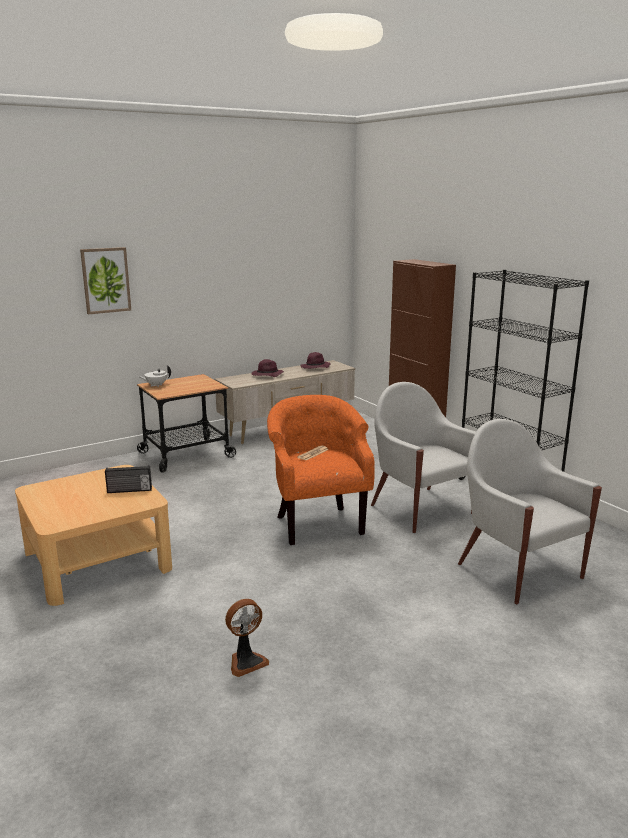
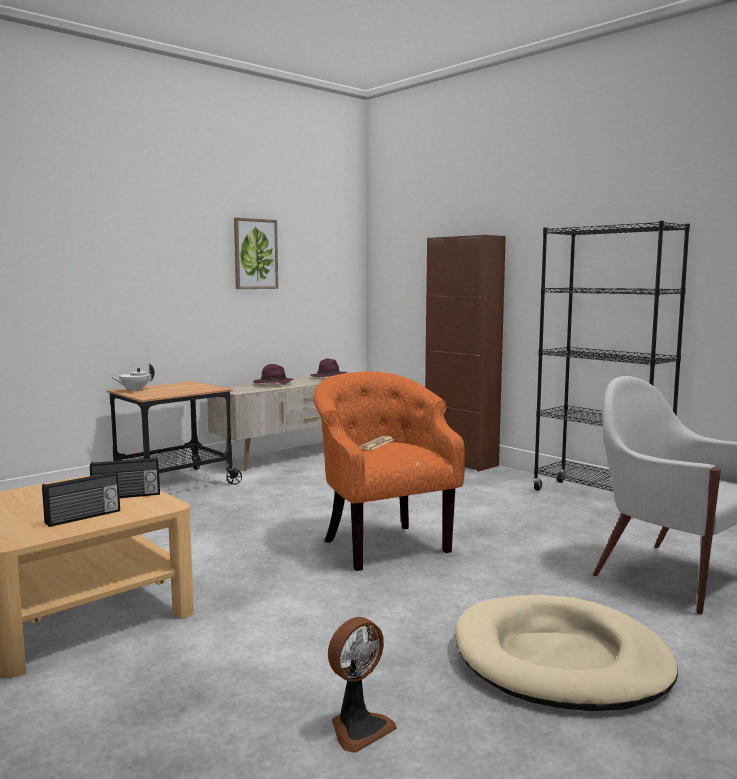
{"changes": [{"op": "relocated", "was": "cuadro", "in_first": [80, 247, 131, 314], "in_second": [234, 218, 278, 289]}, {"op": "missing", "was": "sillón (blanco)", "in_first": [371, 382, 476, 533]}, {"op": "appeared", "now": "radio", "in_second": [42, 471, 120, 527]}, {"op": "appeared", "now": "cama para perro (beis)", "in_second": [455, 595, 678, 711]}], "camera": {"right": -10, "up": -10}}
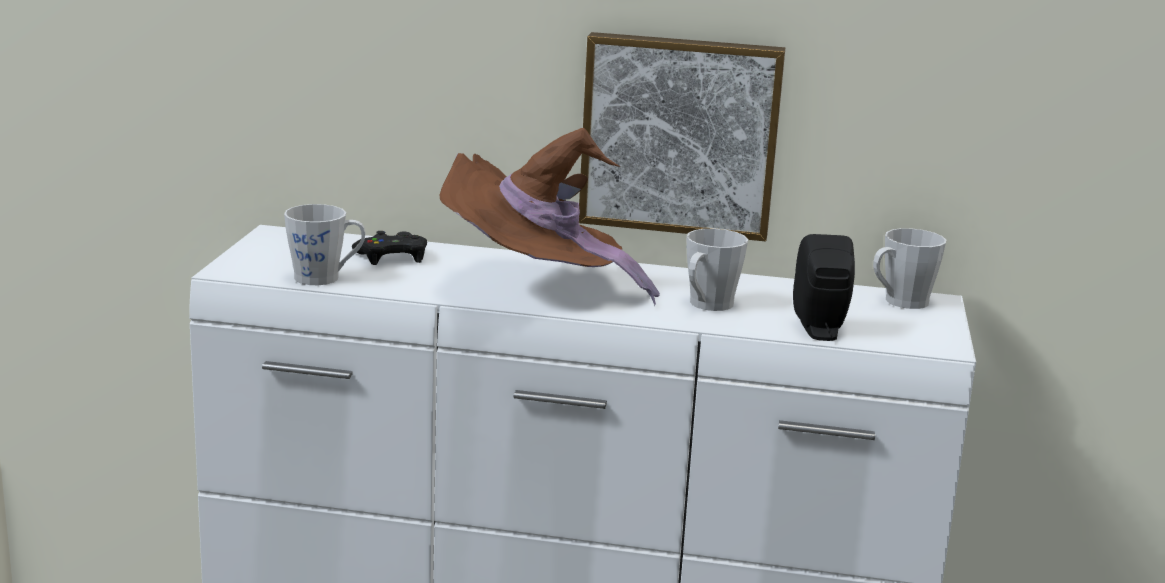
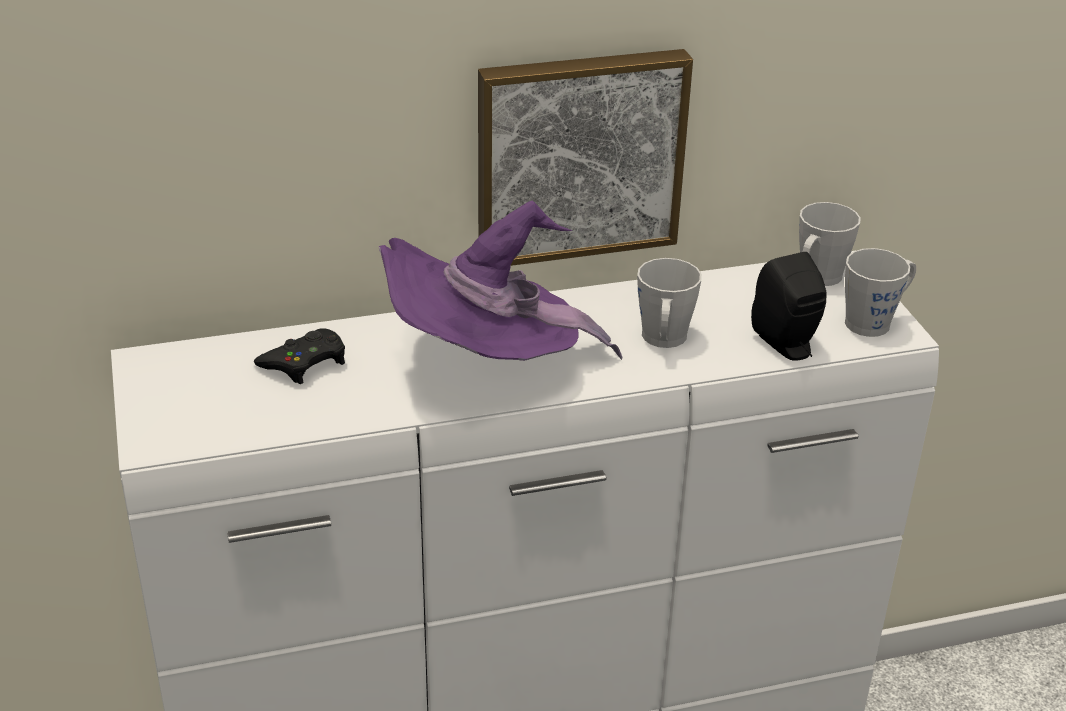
{"changes": [{"op": "relocated", "was": "taza grande (gris)", "in_first": [284, 204, 365, 285], "in_second": [845, 248, 916, 337]}, {"op": "colour", "was": "sombrero (marrón)", "now": "sombrero (morado)", "in_first": [439, 128, 660, 306], "in_second": [379, 201, 622, 361]}], "camera": {"right": -25, "up": 15}}
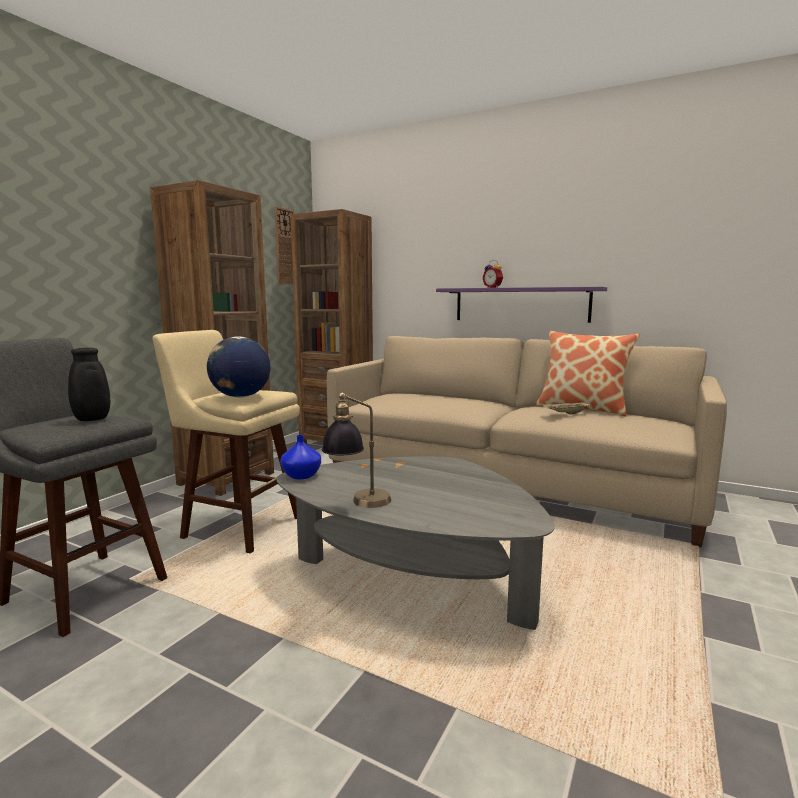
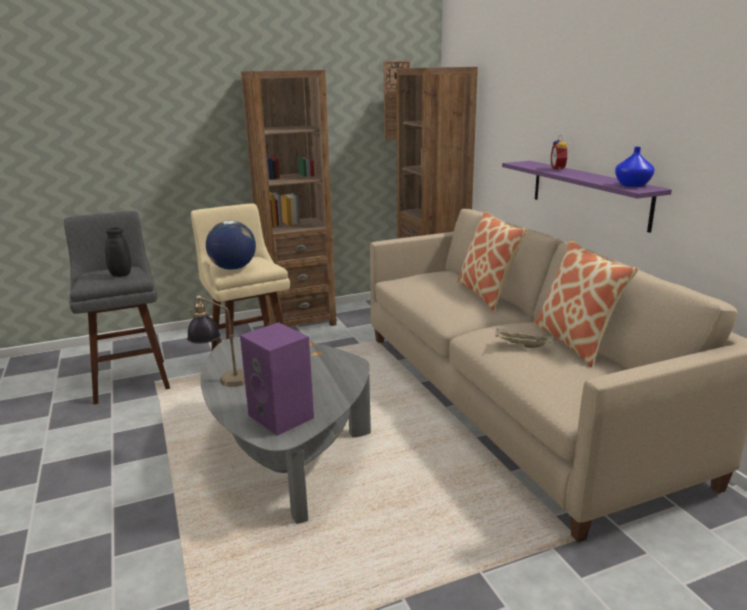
{"changes": [{"op": "relocated", "was": "florero (azul)", "in_first": [280, 435, 321, 479], "in_second": [615, 147, 655, 187]}, {"op": "appeared", "now": "altavoz (morado)", "in_second": [240, 322, 314, 436]}, {"op": "appeared", "now": "cojín", "in_second": [457, 210, 527, 311]}], "camera": {"right": 40, "up": 10}}
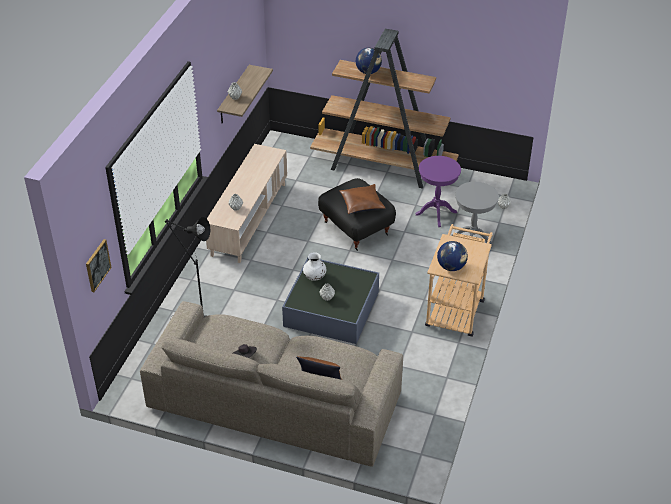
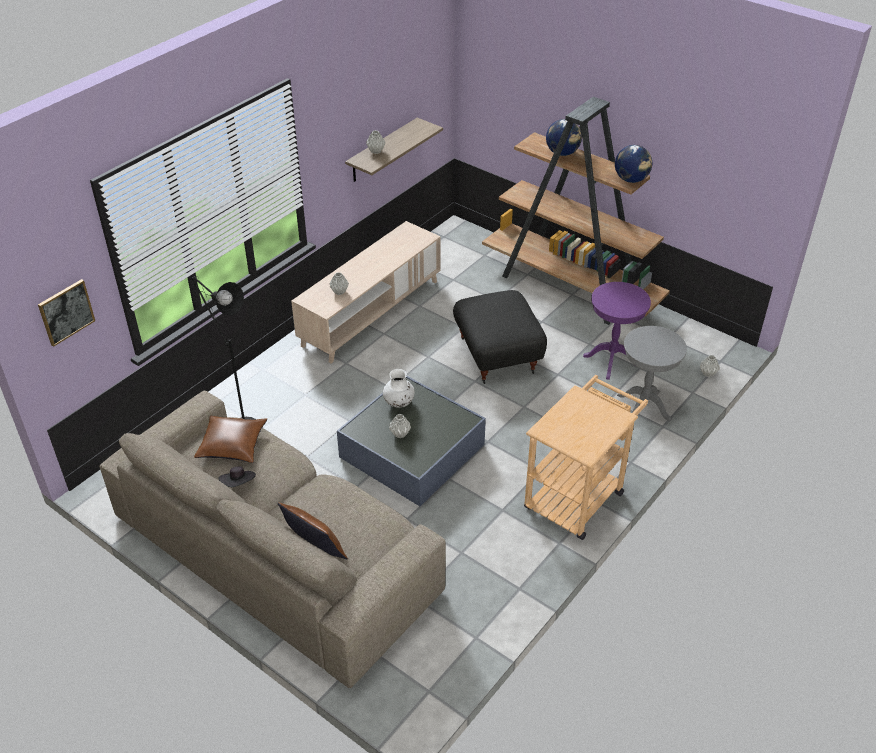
{"changes": [{"op": "relocated", "was": "cojín (marrón)", "in_first": [339, 184, 385, 214], "in_second": [194, 416, 267, 463]}, {"op": "relocated", "was": "globo terráqueo", "in_first": [437, 241, 468, 271], "in_second": [615, 145, 652, 183]}], "camera": {"right": 20, "up": 0}}
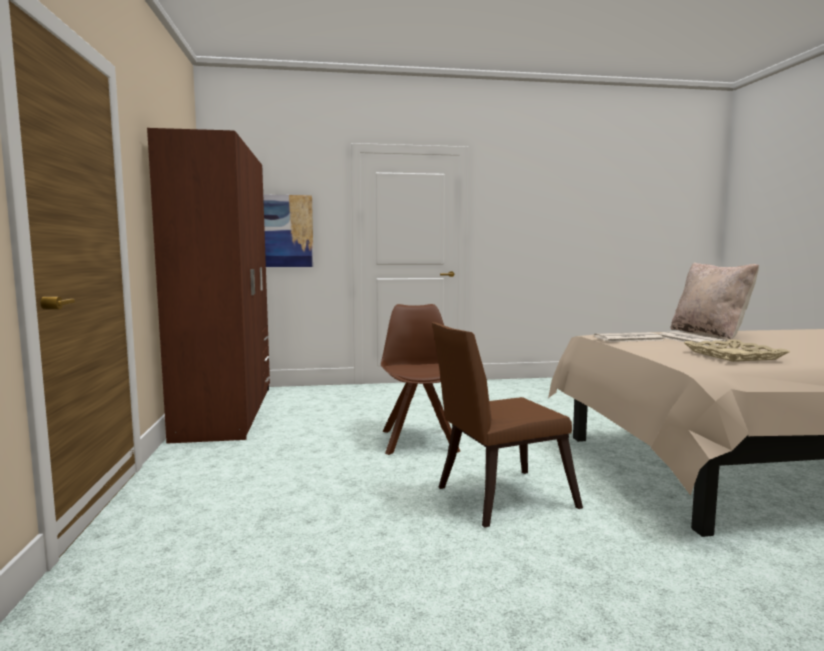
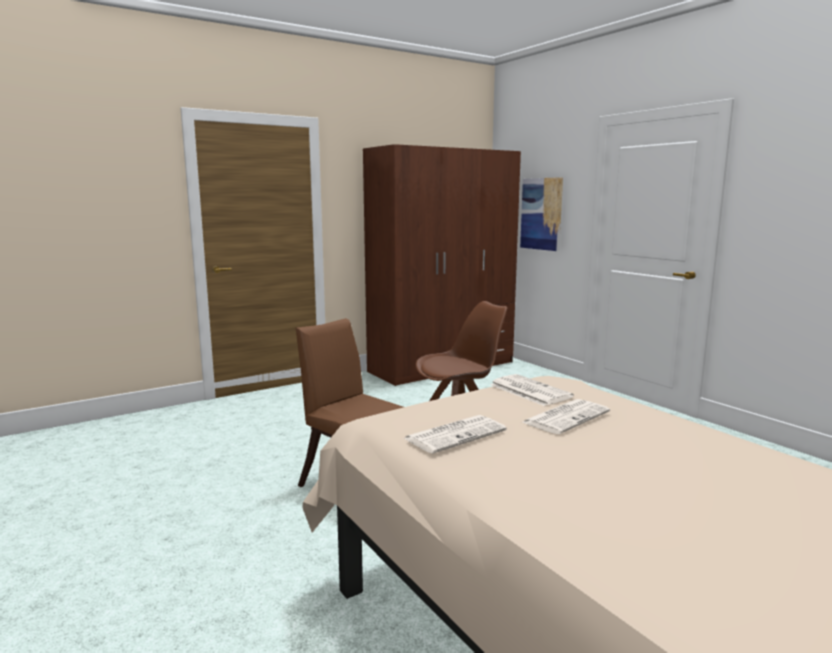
{"changes": [{"op": "missing", "was": "cojín (beis)", "in_first": [671, 263, 759, 340]}, {"op": "exchanged", "was": "bandeja (beis)", "now": "periódico", "in_first": [683, 339, 790, 362], "in_second": [404, 415, 507, 454]}], "camera": {"right": 65, "up": 5}}
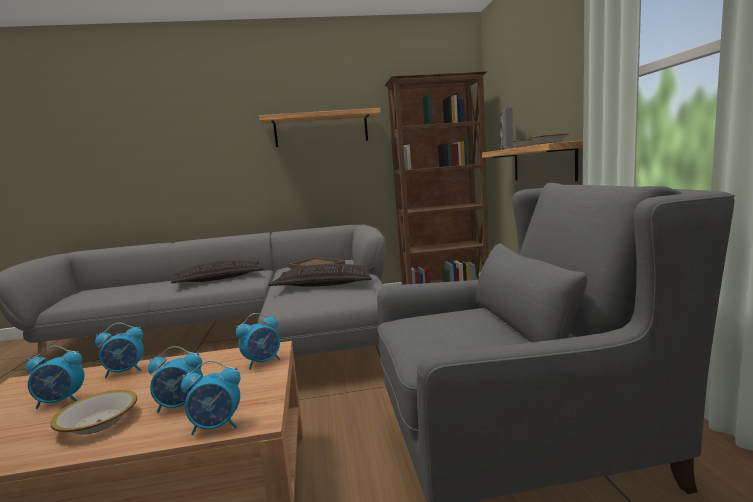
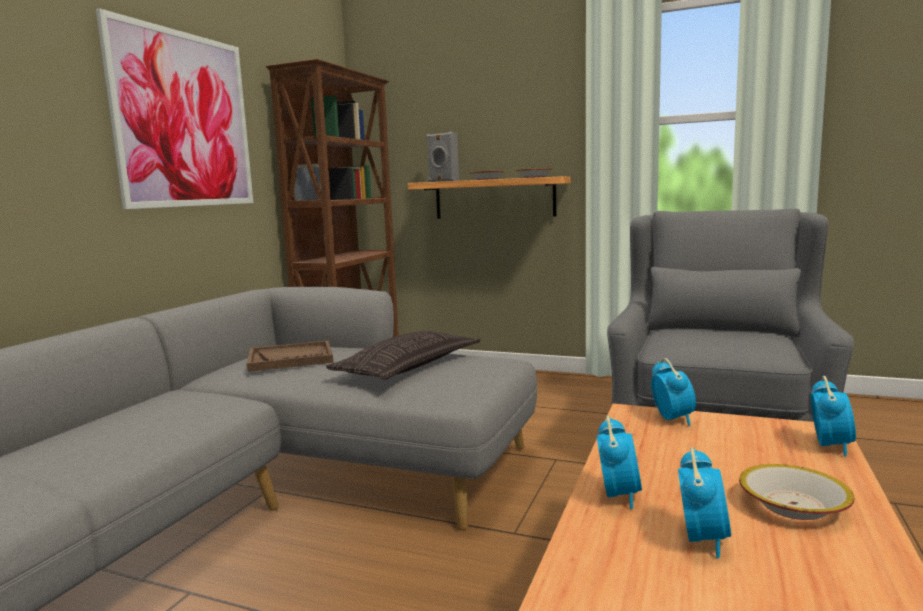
{"changes": [{"op": "missing", "was": "despertador", "in_first": [148, 346, 203, 413]}, {"op": "missing", "was": "cojín", "in_first": [171, 260, 263, 283]}, {"op": "exchanged", "was": "estante", "now": "cuadro", "in_first": [259, 108, 381, 147], "in_second": [96, 8, 253, 209]}], "camera": {"right": -60, "up": 0}}
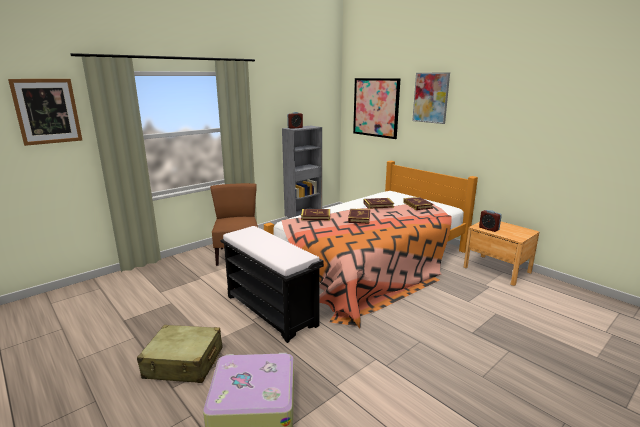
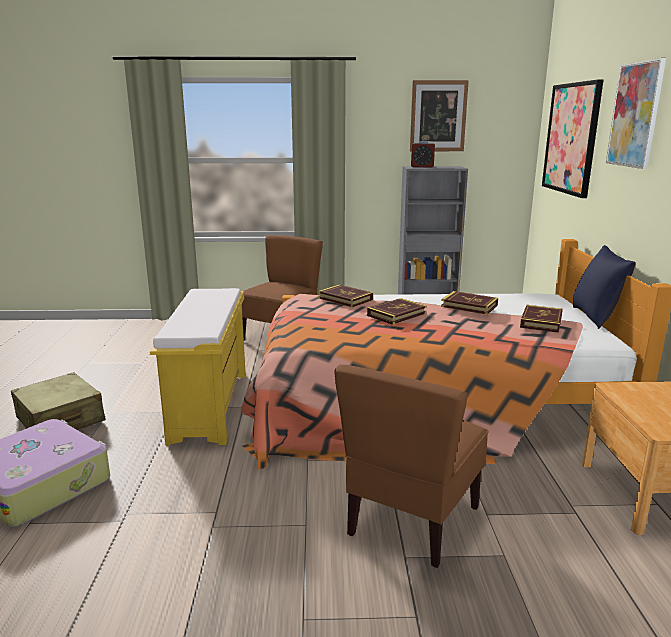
{"changes": [{"op": "relocated", "was": "cuadro", "in_first": [8, 79, 82, 146], "in_second": [410, 80, 469, 151]}, {"op": "colour", "was": "banco (negro)", "now": "banco (amarillo)", "in_first": [220, 226, 324, 343], "in_second": [150, 288, 246, 446]}, {"op": "missing", "was": "despertador", "in_first": [479, 210, 502, 232]}, {"op": "appeared", "now": "silla (marrón)", "in_second": [334, 364, 489, 568]}, {"op": "appeared", "now": "cojín (azul)", "in_second": [573, 245, 636, 329]}], "camera": {"right": 40, "up": 0}}
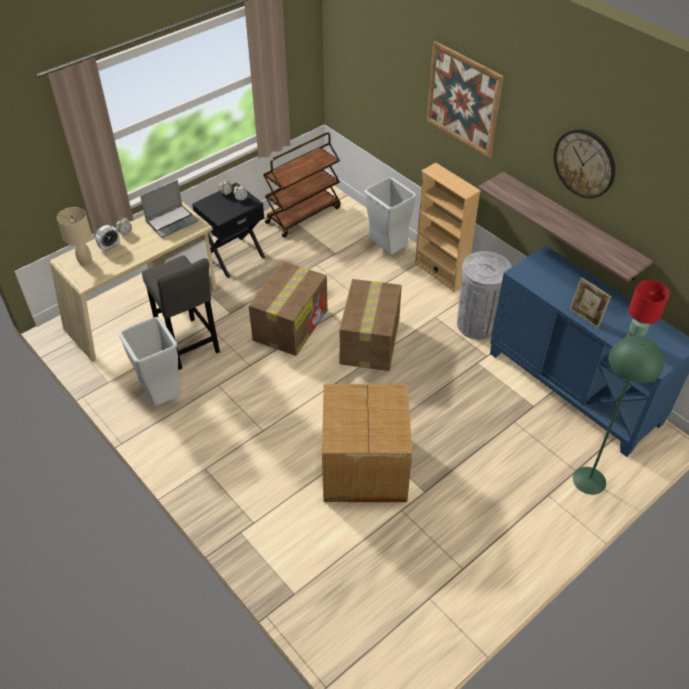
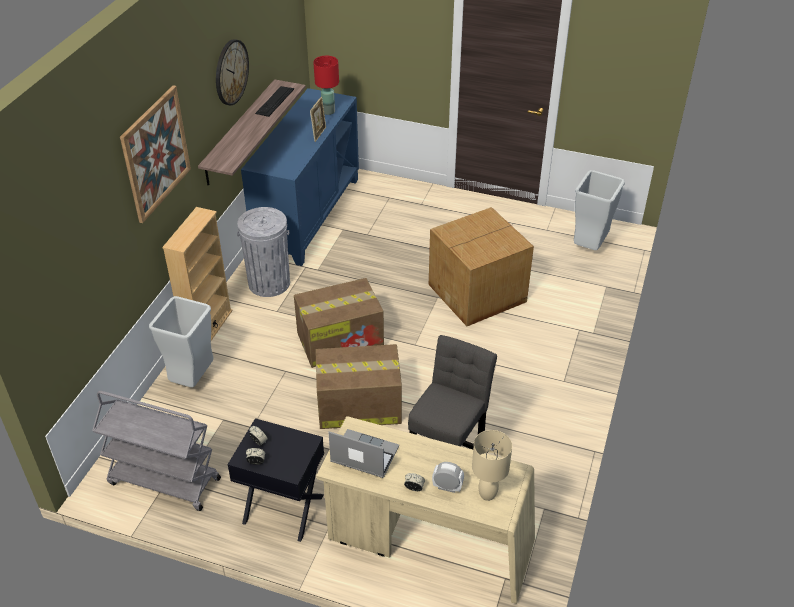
{"changes": [{"op": "relocated", "was": "papelera (gris)", "in_first": [119, 317, 181, 406], "in_second": [574, 170, 625, 250]}, {"op": "colour", "was": "carrito (marrón)", "now": "carrito (gris)", "in_first": [263, 132, 341, 237], "in_second": [92, 391, 221, 511]}, {"op": "missing", "was": "lámpara de pie (verde)", "in_first": [573, 336, 664, 495]}, {"op": "appeared", "now": "teclado", "in_second": [255, 86, 294, 117]}], "camera": {"right": -120, "up": -5}}
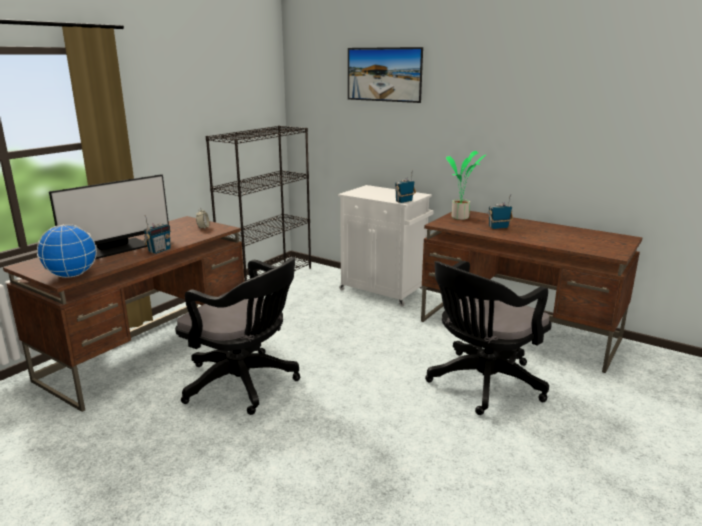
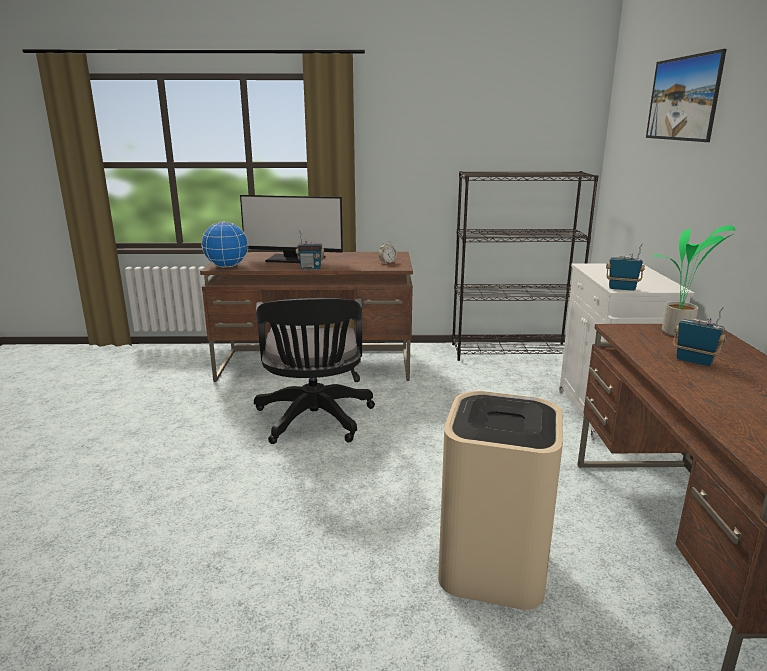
{"changes": [{"op": "exchanged", "was": "silla de oficina (negro)", "now": "papelera (beis)", "in_first": [425, 261, 552, 415], "in_second": [438, 391, 563, 610]}], "camera": {"right": 55, "up": 0}}
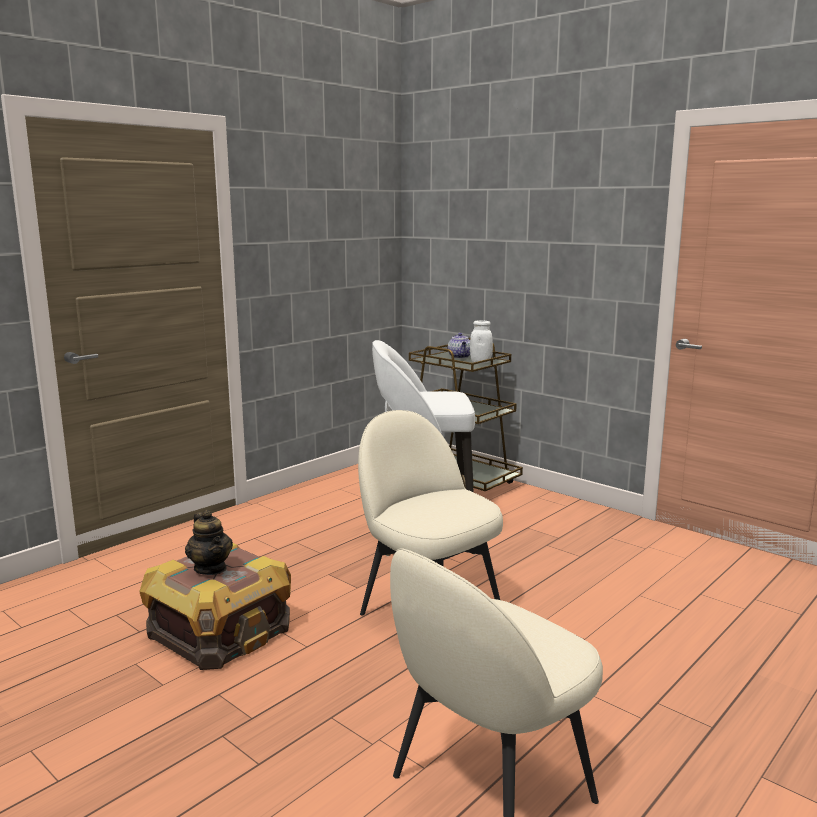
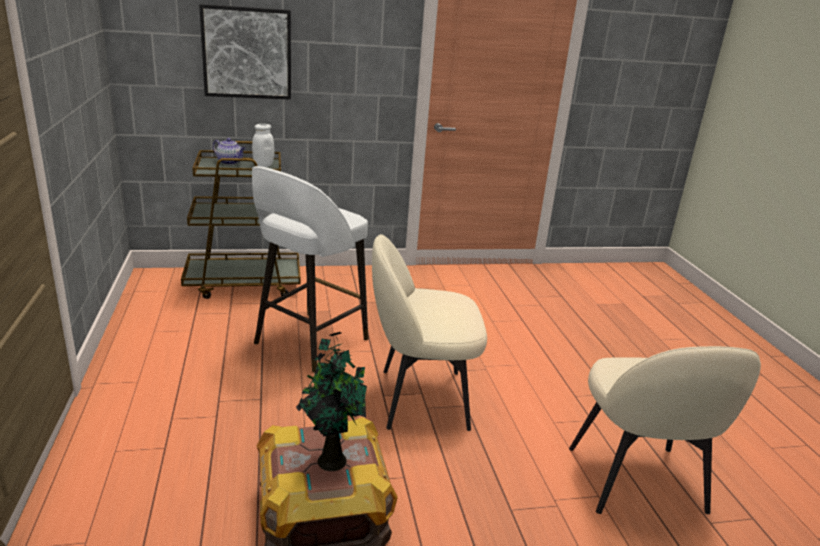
{"changes": [{"op": "exchanged", "was": "tetera", "now": "planta en maceta", "in_first": [185, 510, 233, 575], "in_second": [296, 332, 367, 471]}, {"op": "appeared", "now": "cuadro", "in_second": [199, 4, 291, 100]}], "camera": {"right": -55, "up": 10}}
